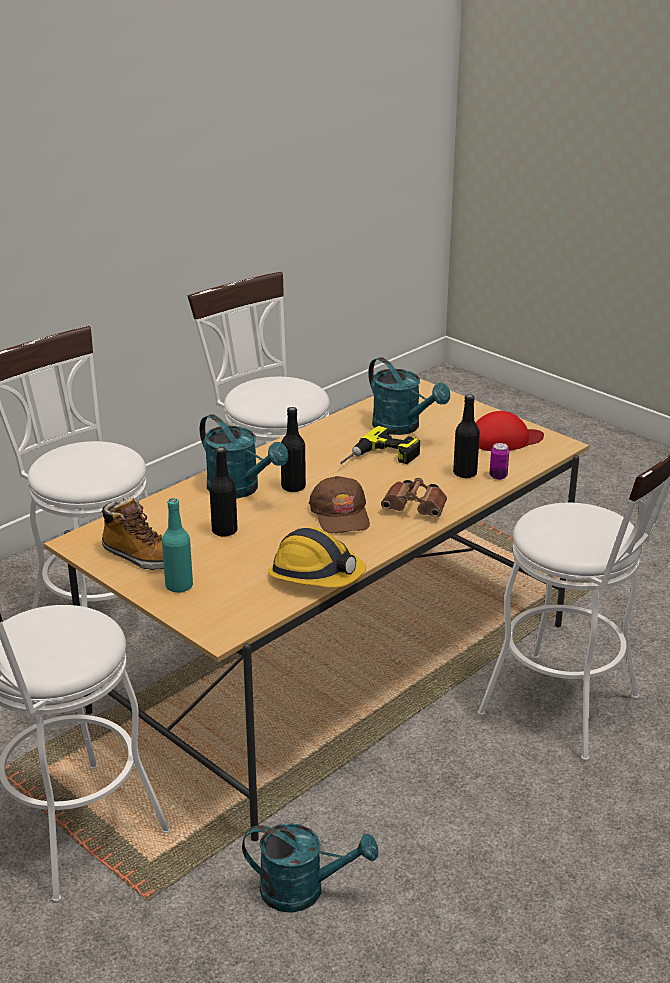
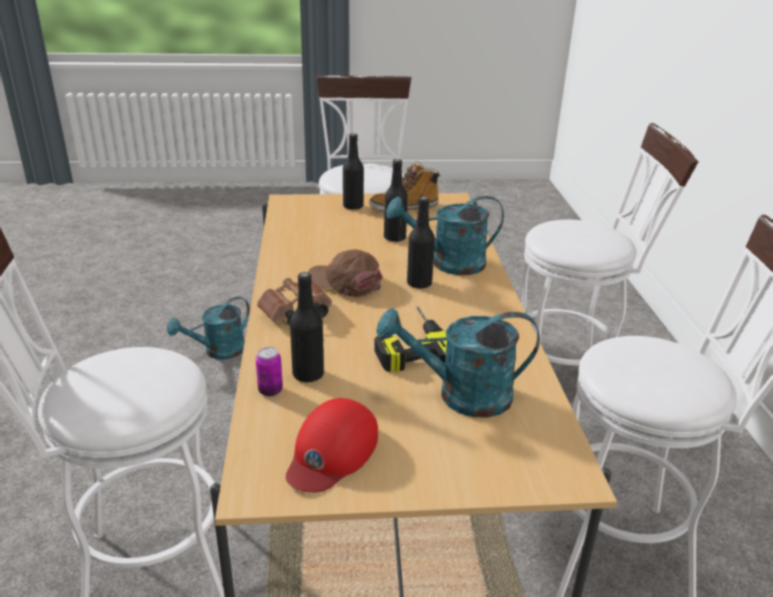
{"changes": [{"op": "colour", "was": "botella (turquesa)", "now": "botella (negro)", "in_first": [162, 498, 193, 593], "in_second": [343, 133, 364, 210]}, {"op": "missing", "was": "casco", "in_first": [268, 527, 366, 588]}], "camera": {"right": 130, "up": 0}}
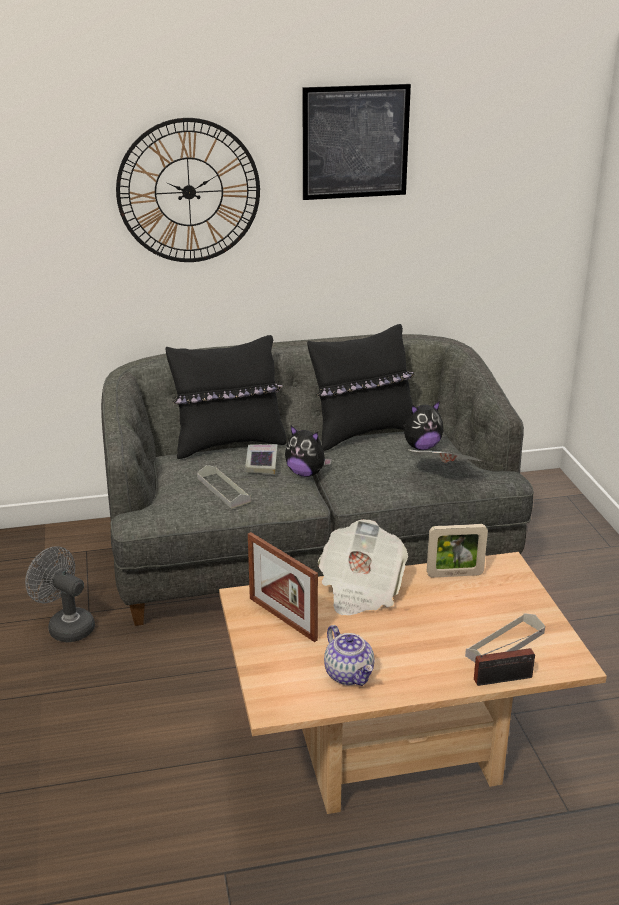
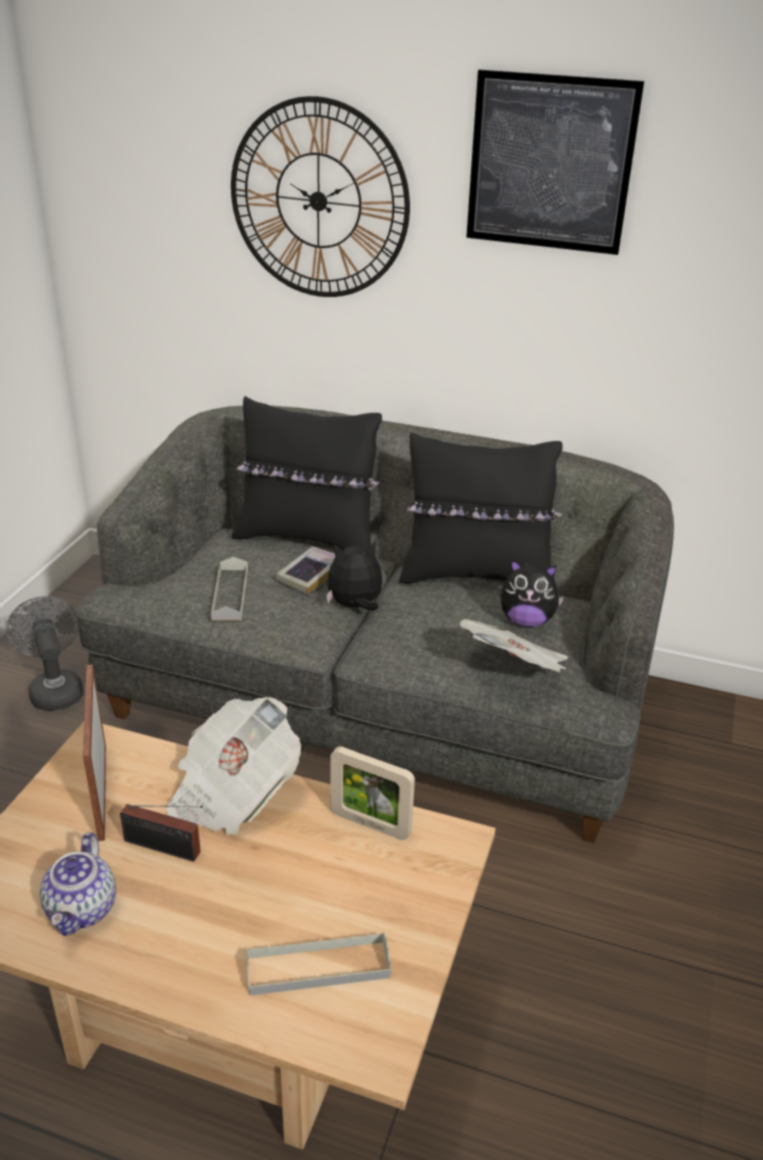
{"changes": [{"op": "spun", "was": "peluche", "in_first": [285, 426, 332, 477], "in_second": [326, 541, 382, 611], "clockwise": 105}, {"op": "relocated", "was": "radio", "in_first": [474, 631, 542, 686], "in_second": [120, 804, 203, 862]}], "camera": {"right": 30, "up": 5}}
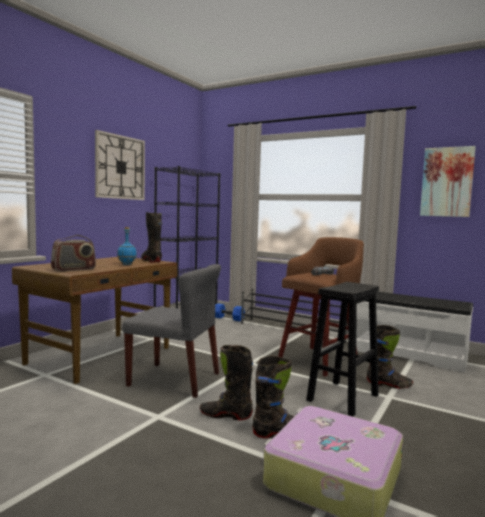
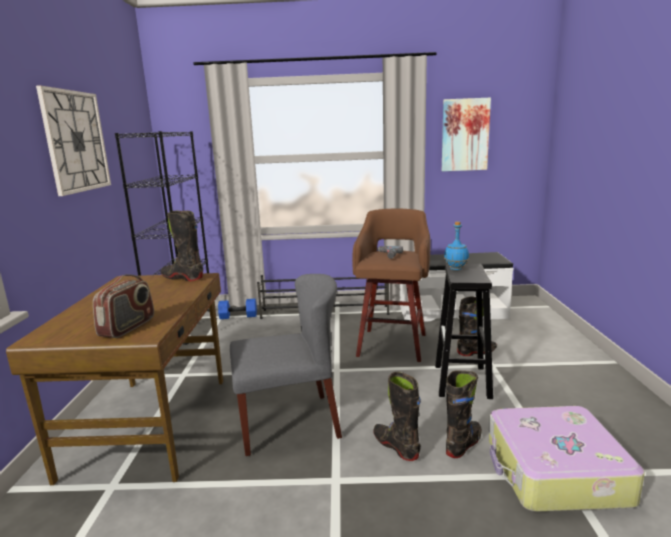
{"changes": [{"op": "relocated", "was": "botella (azul)", "in_first": [117, 227, 137, 265], "in_second": [444, 222, 469, 270]}, {"op": "spun", "was": "bota (negro)", "in_first": [200, 345, 253, 420], "in_second": [373, 372, 421, 461], "clockwise": 75}], "camera": {"right": -30, "up": 10}}
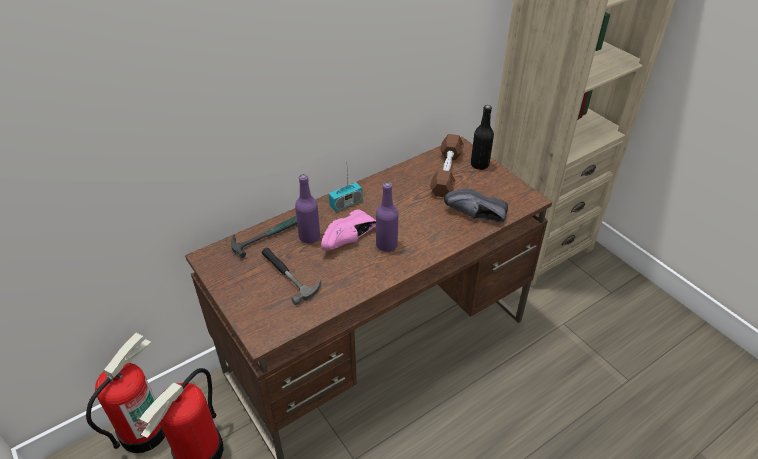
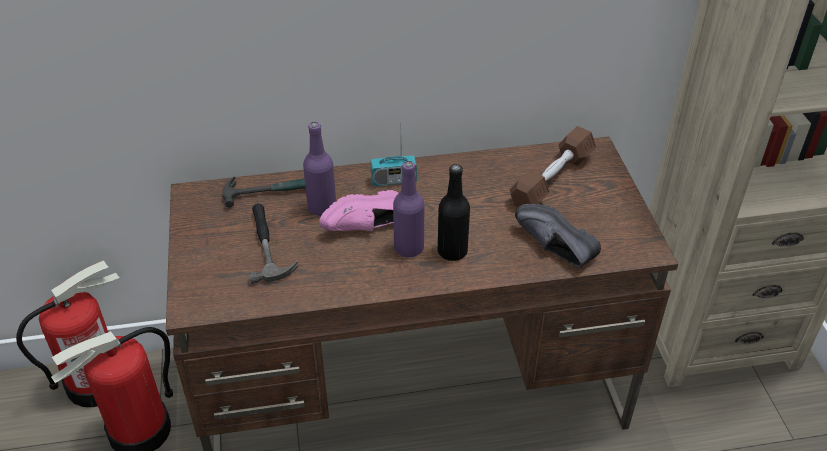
{"changes": [{"op": "relocated", "was": "botella (negro)", "in_first": [471, 105, 494, 170], "in_second": [438, 164, 470, 261]}], "camera": {"right": 25, "up": 0}}
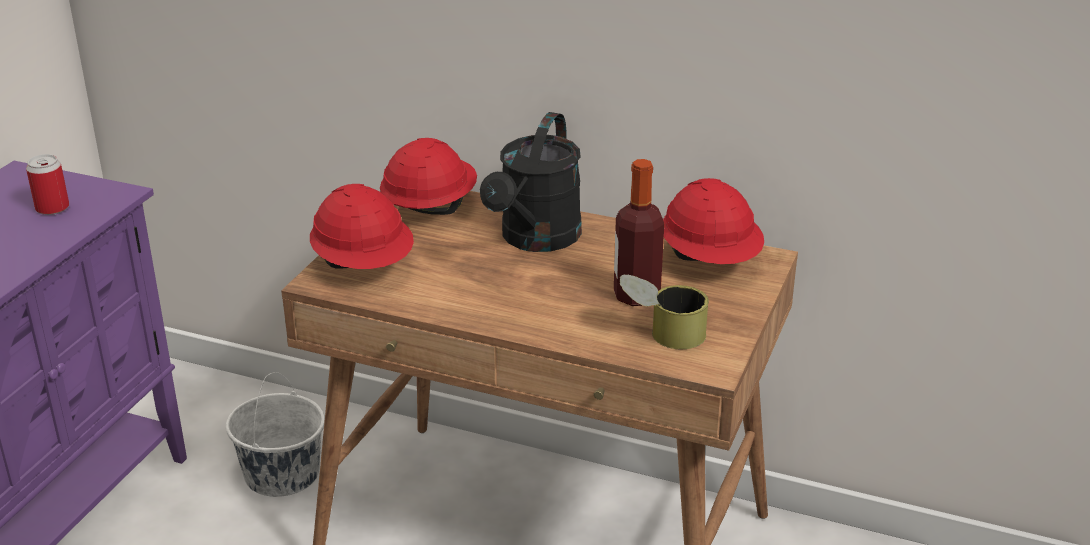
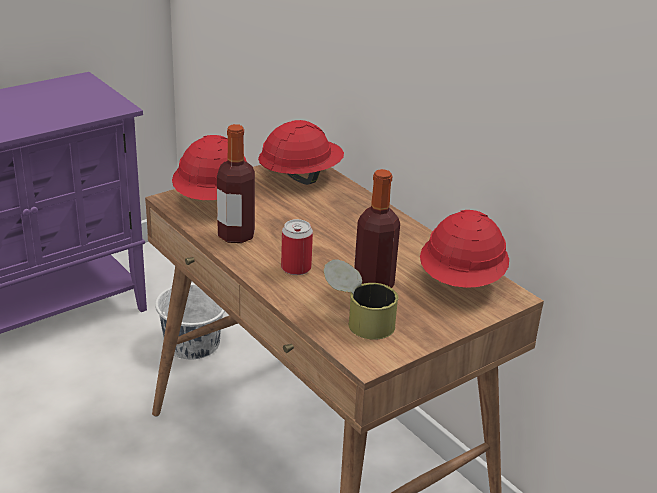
{"changes": [{"op": "relocated", "was": "lata", "in_first": [26, 154, 69, 215], "in_second": [281, 219, 313, 275]}, {"op": "missing", "was": "regadera (negro)", "in_first": [480, 112, 582, 252]}, {"op": "appeared", "now": "botella", "in_second": [217, 124, 255, 243]}], "camera": {"right": 30, "up": 0}}
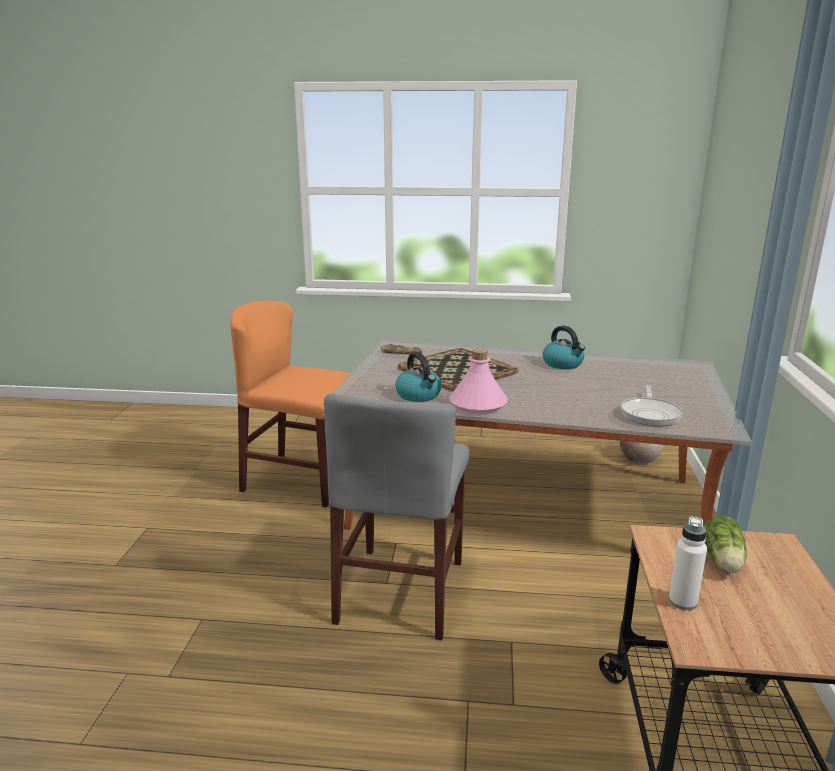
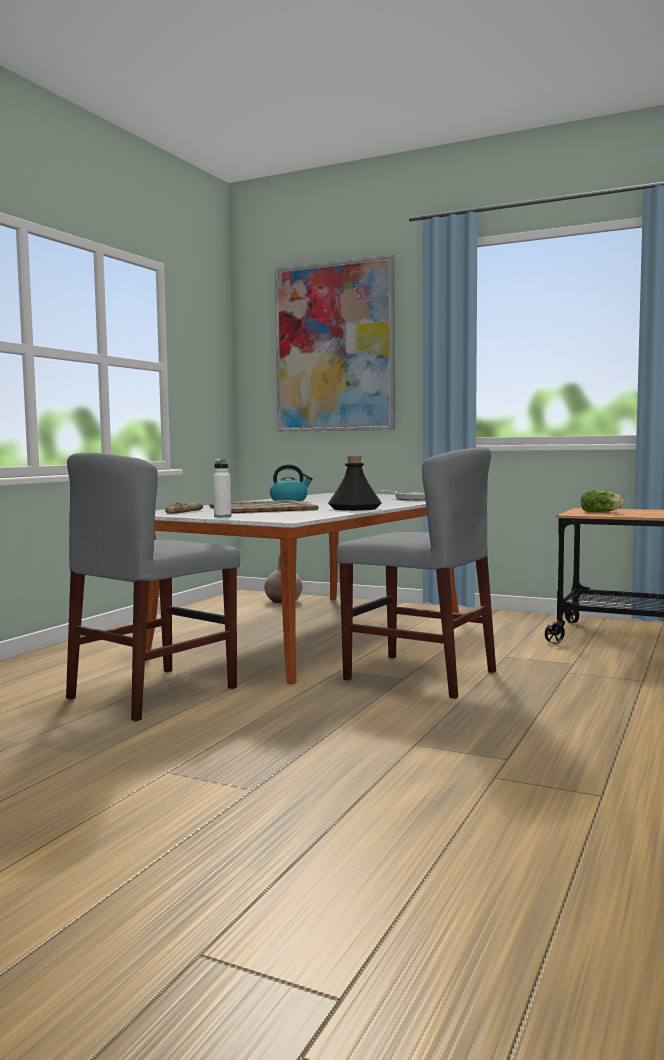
{"changes": [{"op": "colour", "was": "silla (naranja)", "now": "silla (gris)", "in_first": [230, 301, 351, 508], "in_second": [66, 453, 240, 721]}, {"op": "missing", "was": "hervidor", "in_first": [395, 352, 442, 402]}, {"op": "colour", "was": "botella (rosa)", "now": "botella (negro)", "in_first": [449, 348, 508, 414], "in_second": [328, 456, 382, 511]}, {"op": "relocated", "was": "botella (blanco)", "in_first": [668, 516, 707, 610], "in_second": [213, 459, 231, 517]}, {"op": "appeared", "now": "cuadro", "in_second": [275, 254, 395, 432]}], "camera": {"right": -70, "up": -15}}
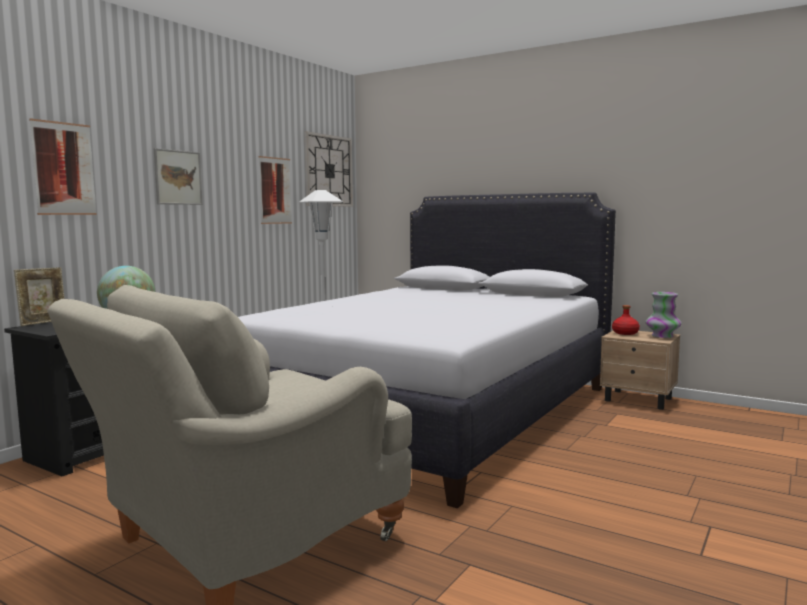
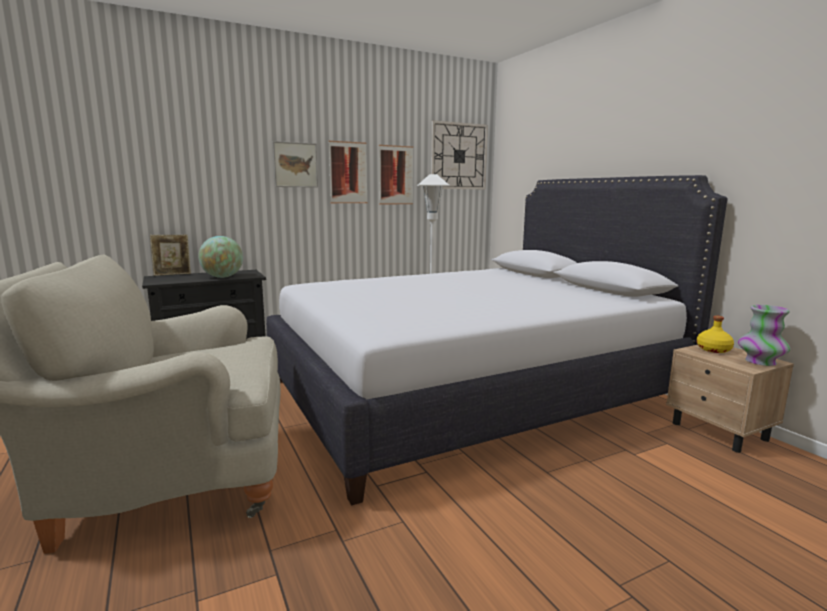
{"changes": [{"op": "relocated", "was": "cuadro", "in_first": [29, 118, 97, 215], "in_second": [329, 141, 367, 203]}, {"op": "colour", "was": "botella (rojo)", "now": "botella (amarillo)", "in_first": [612, 305, 640, 335], "in_second": [696, 316, 734, 353]}], "camera": {"right": 30, "up": 5}}
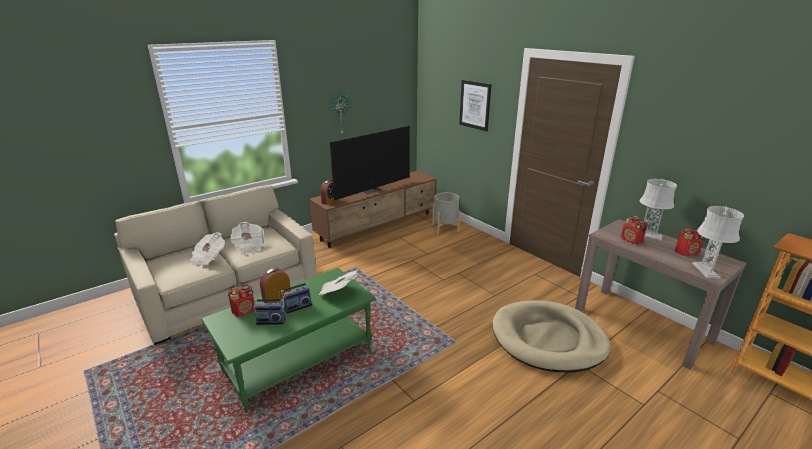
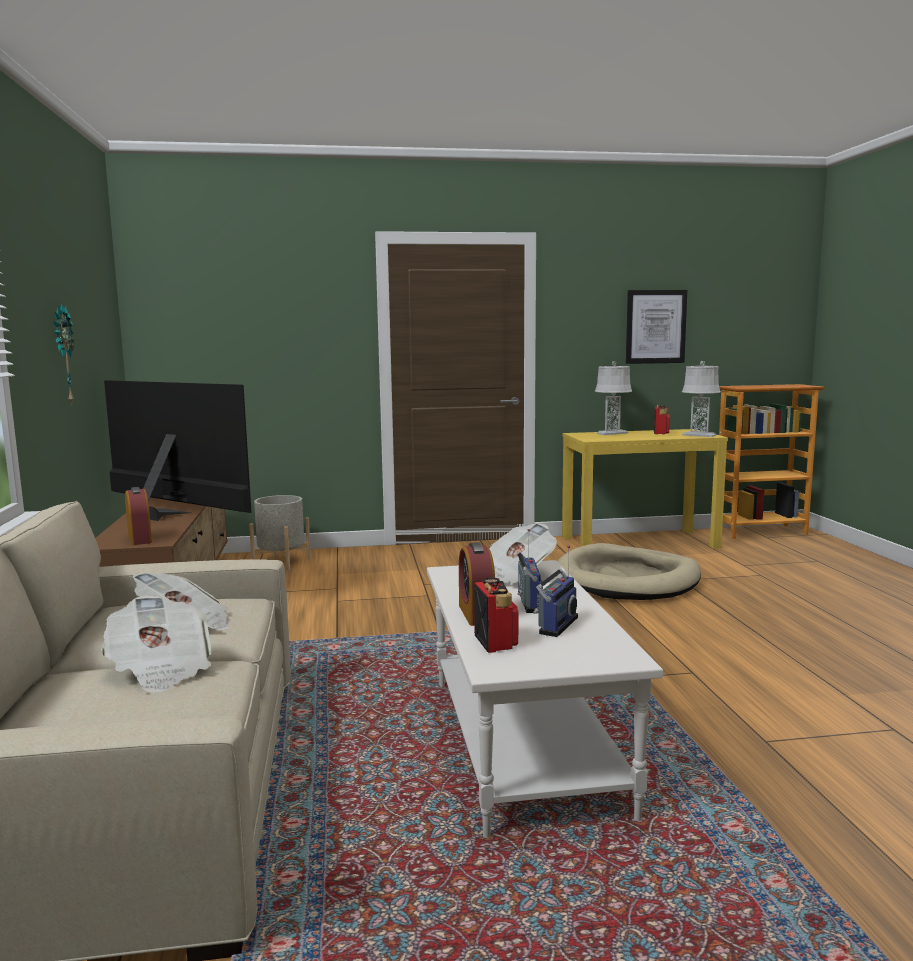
{"changes": [{"op": "colour", "was": "mesa de centro (verde)", "now": "mesa de centro (blanco)", "in_first": [201, 268, 375, 413], "in_second": [427, 560, 663, 837]}, {"op": "spun", "was": "televisor", "in_first": [330, 126, 410, 200], "in_second": [104, 380, 252, 521], "clockwise": -45}, {"op": "relocated", "was": "cuadro", "in_first": [459, 80, 491, 131], "in_second": [626, 290, 687, 364]}, {"op": "colour", "was": "mesa consola (marrón)", "now": "mesa consola (amarillo)", "in_first": [575, 219, 747, 370], "in_second": [562, 429, 728, 549]}, {"op": "missing", "was": "radio", "in_first": [621, 216, 648, 244]}], "camera": {"right": -60, "up": -15}}
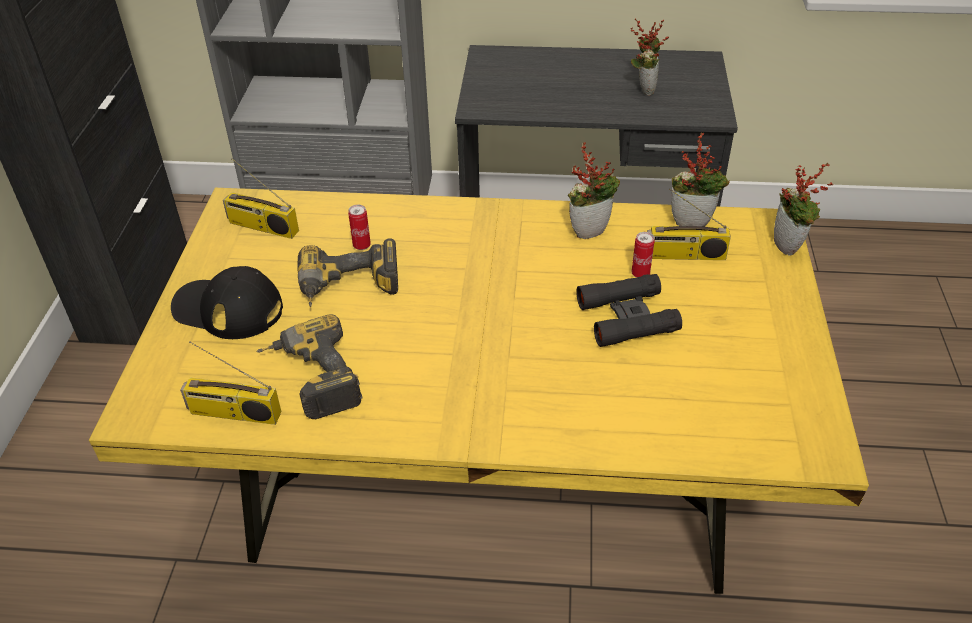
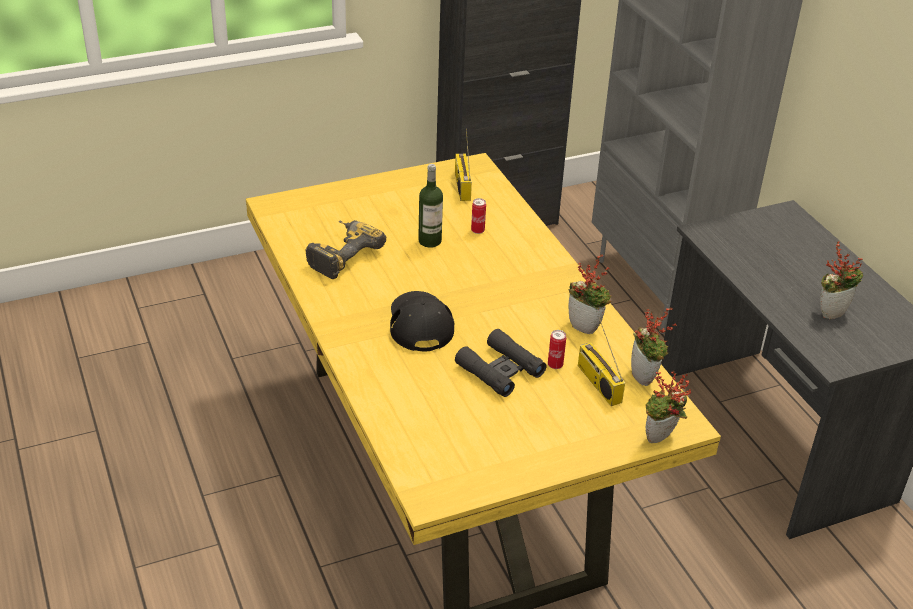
{"changes": [{"op": "relocated", "was": "gorra (negro)", "in_first": [171, 266, 283, 339], "in_second": [390, 291, 455, 351]}, {"op": "missing", "was": "radio", "in_first": [180, 341, 281, 425]}, {"op": "exchanged", "was": "taladro", "now": "botella", "in_first": [297, 238, 398, 307], "in_second": [418, 164, 443, 248]}], "camera": {"right": 60, "up": -5}}
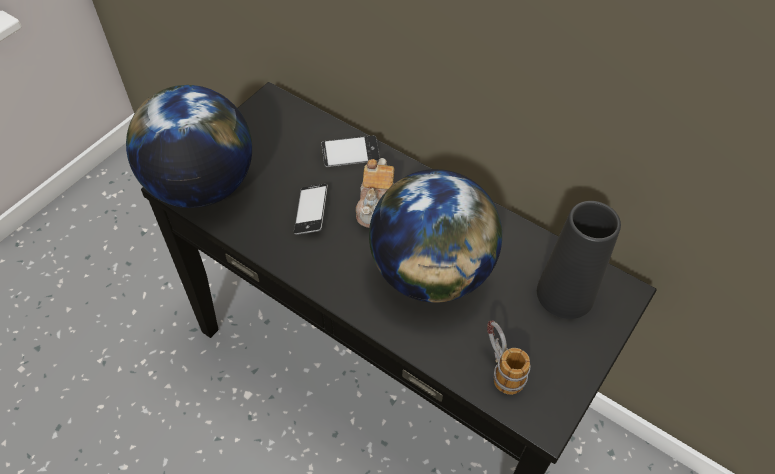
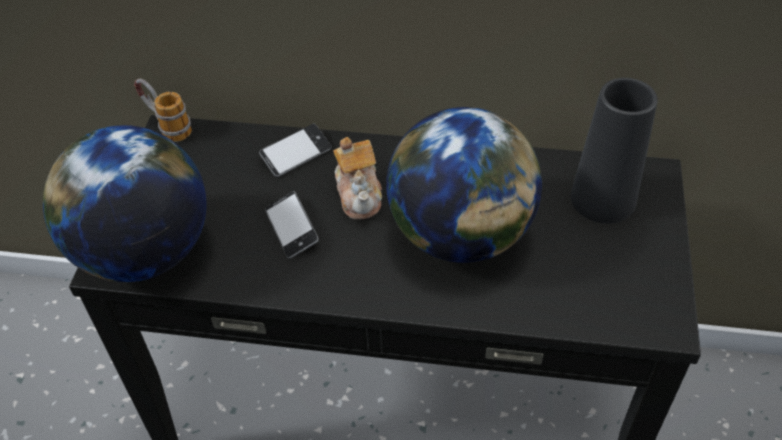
{"changes": [{"op": "relocated", "was": "taza grande", "in_first": [487, 320, 531, 395], "in_second": [134, 78, 192, 142]}], "camera": {"right": -25, "up": -5}}
